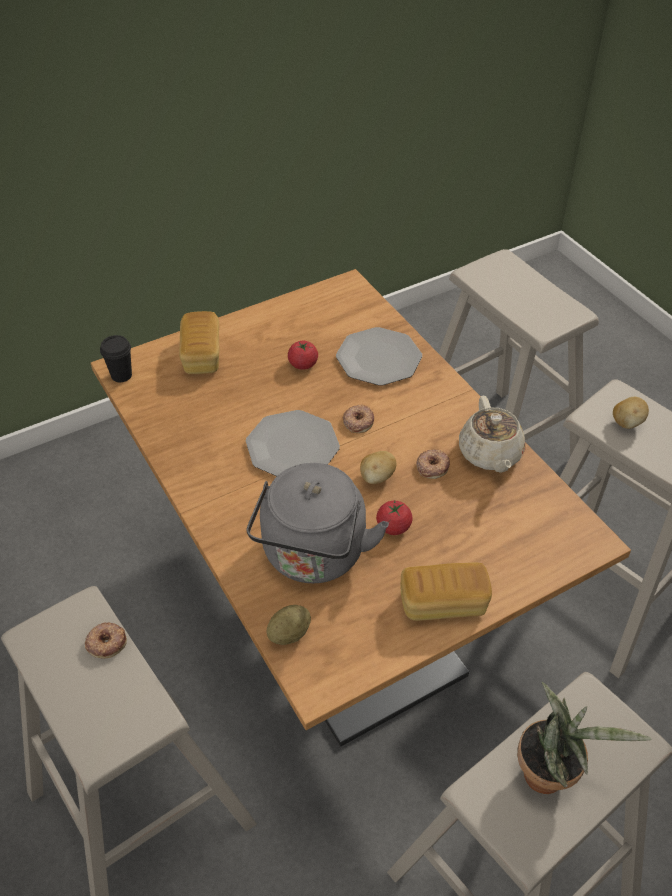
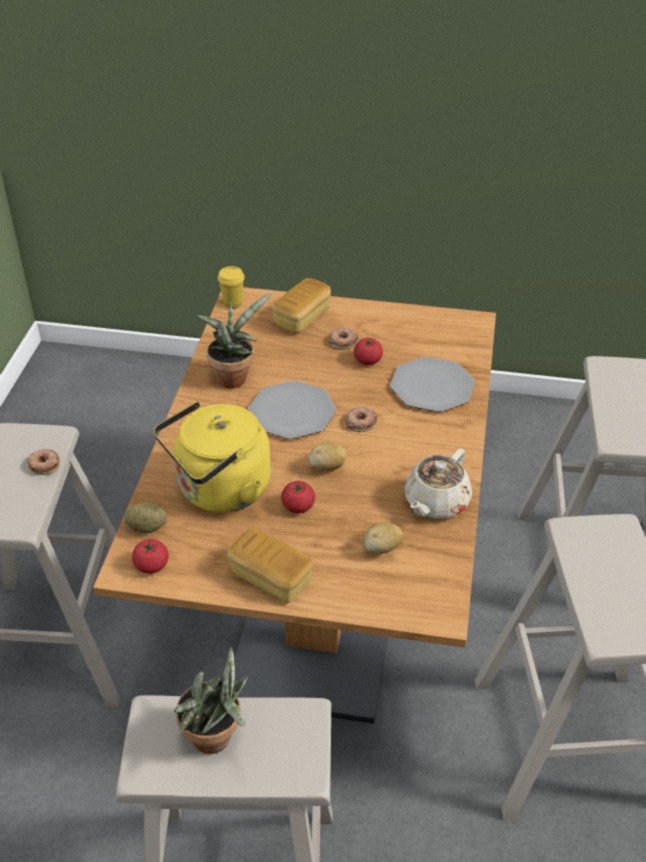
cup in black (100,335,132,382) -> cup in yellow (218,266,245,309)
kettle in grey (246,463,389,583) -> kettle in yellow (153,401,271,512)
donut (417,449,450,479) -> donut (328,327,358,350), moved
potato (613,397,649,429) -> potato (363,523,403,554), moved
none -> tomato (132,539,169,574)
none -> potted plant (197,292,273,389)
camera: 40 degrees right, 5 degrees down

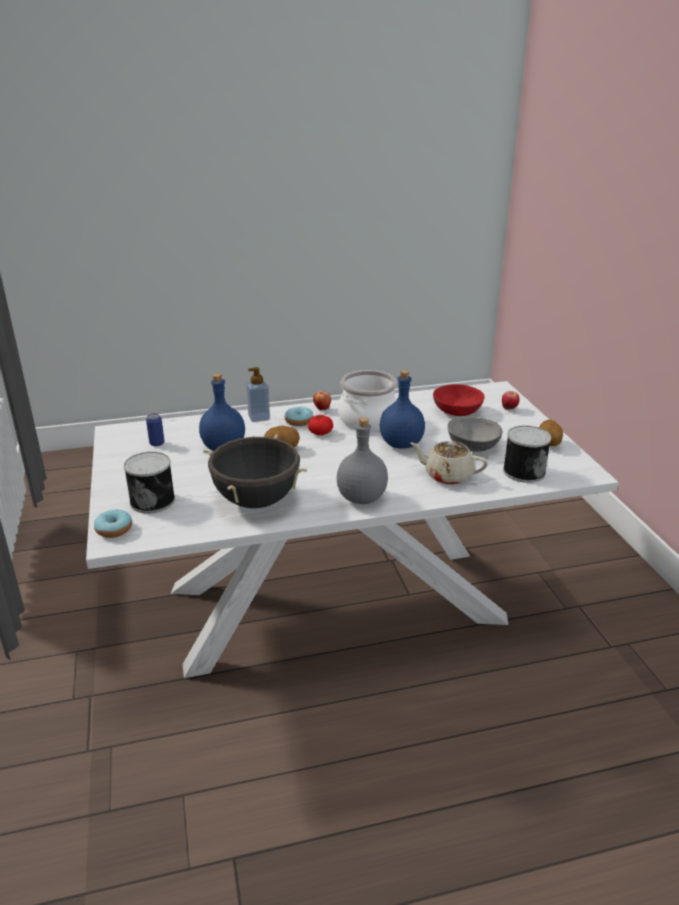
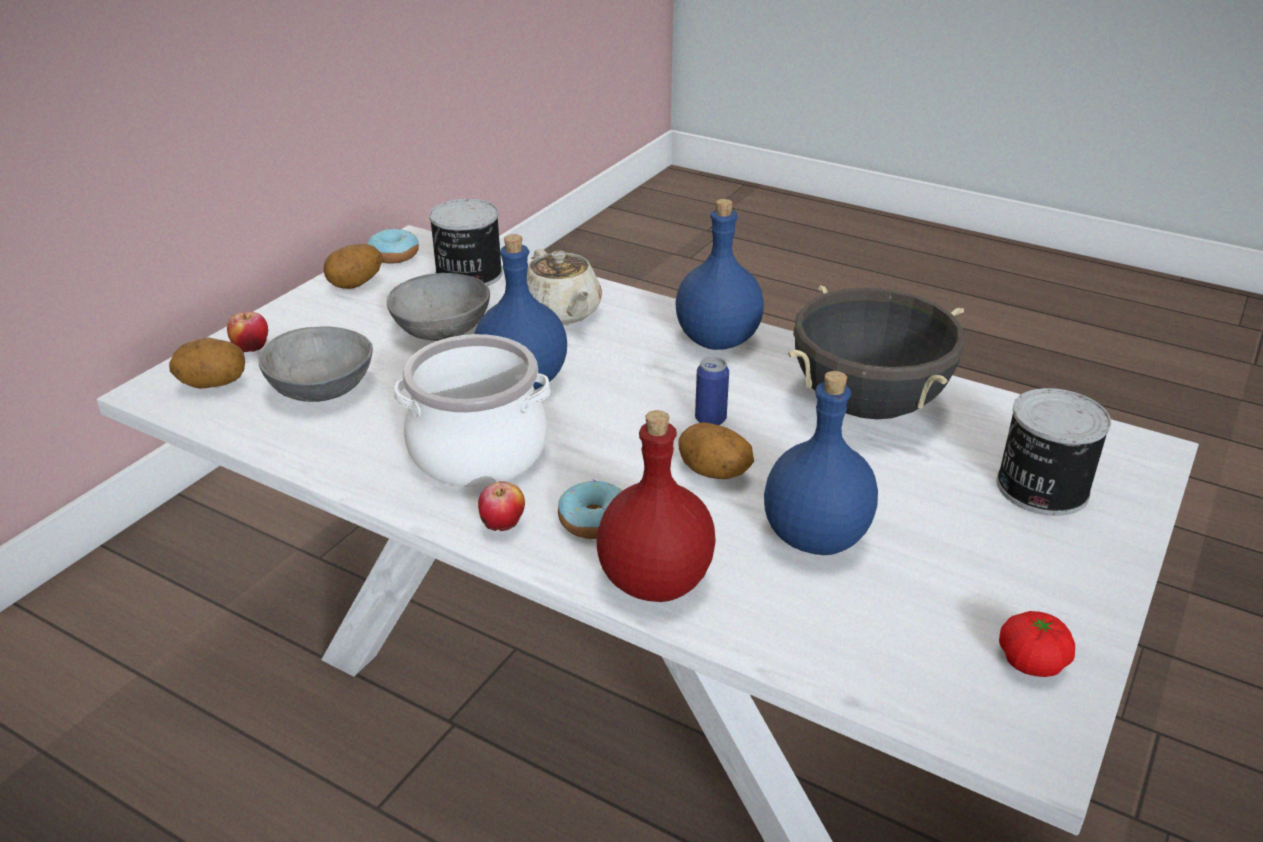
donut (94,510,132,538) -> donut (367,228,419,264), moved
can (146,413,164,447) -> can (695,357,729,425), moved
soap dispenser (246,367,270,422) -> bottle in red (597,410,716,602)
tomato (308,415,333,435) -> tomato (999,611,1075,677), moved
bottle in grey (337,417,388,504) -> bottle in blue (675,199,764,350)
bowl in red (433,384,485,416) -> bowl in grey (258,326,373,402)
none -> potato (169,337,245,389)
camera: 135 degrees left, 5 degrees up

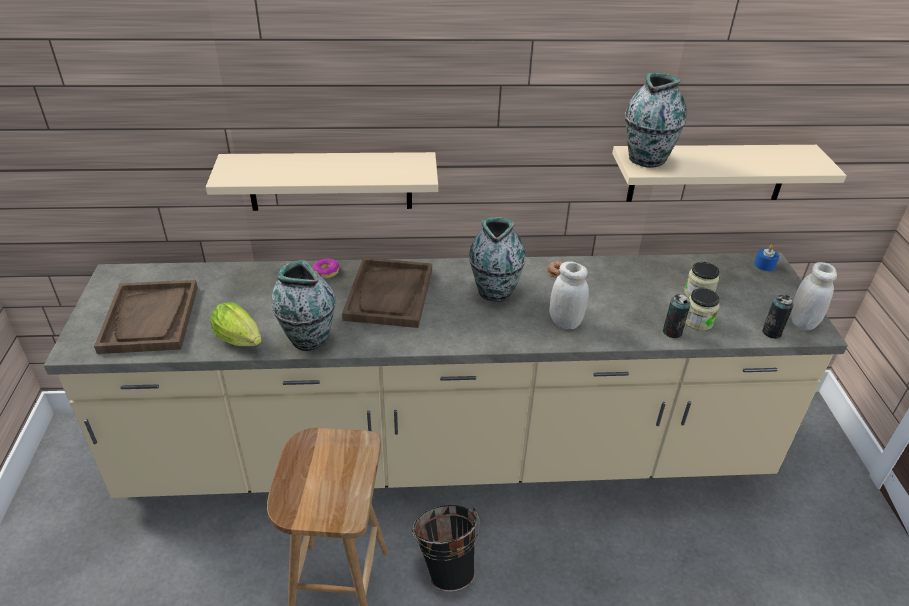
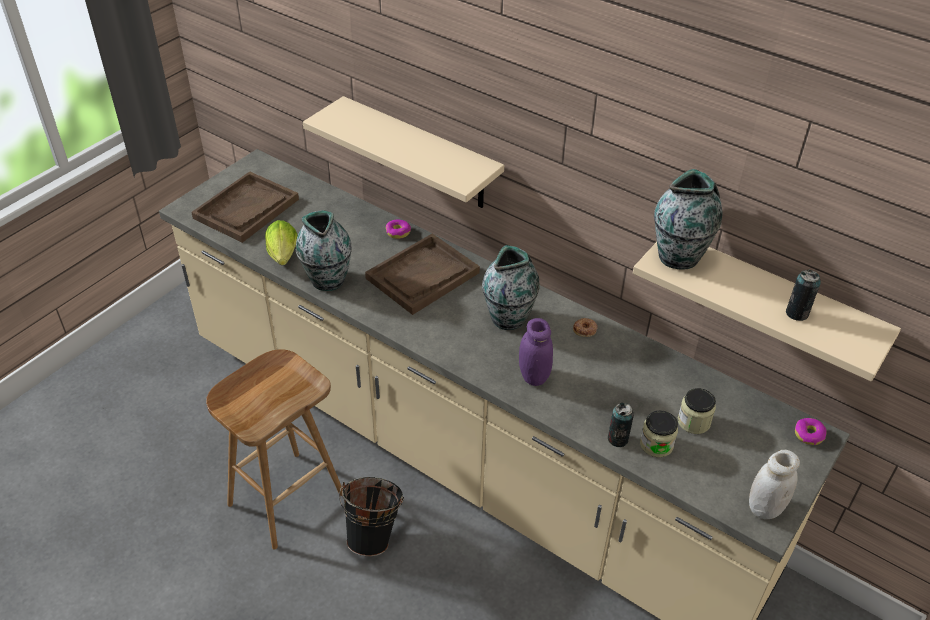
jar in white (550,261,589,329) -> jar in purple (519,318,553,386)
candle in blue (754,245,779,271) -> donut (795,418,827,445)
can (762,295,793,339) -> can (786,270,821,321), moved
camera: 40 degrees right, 5 degrees up

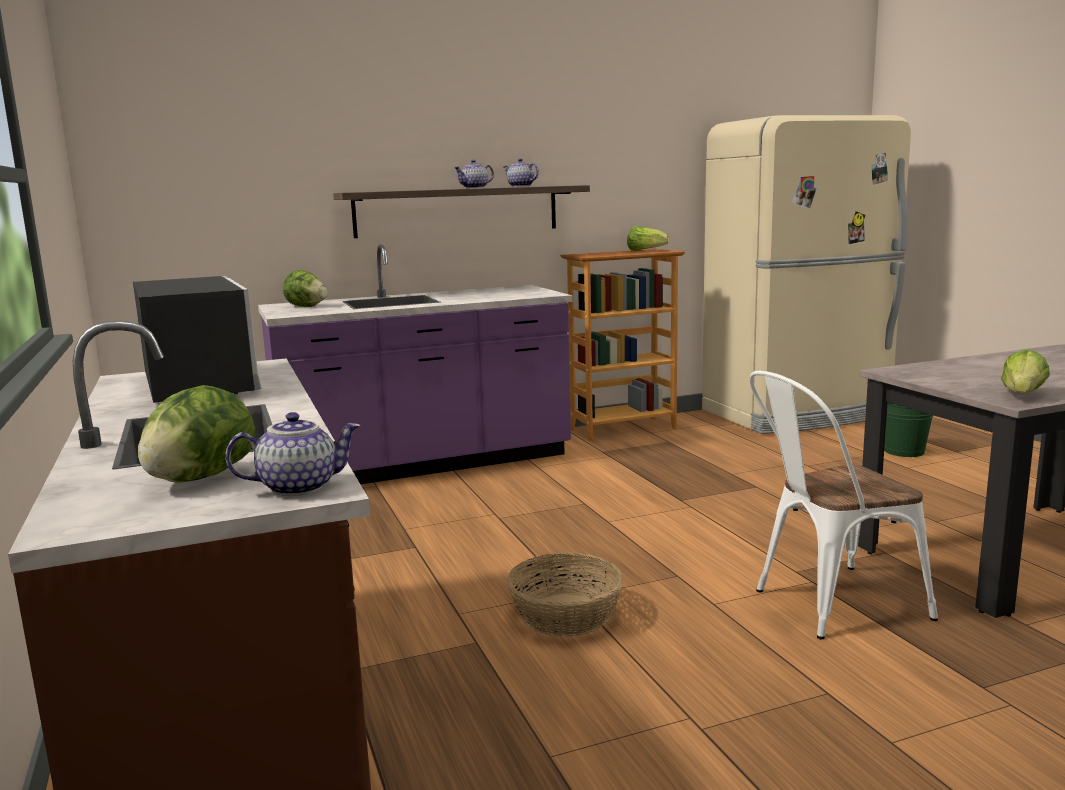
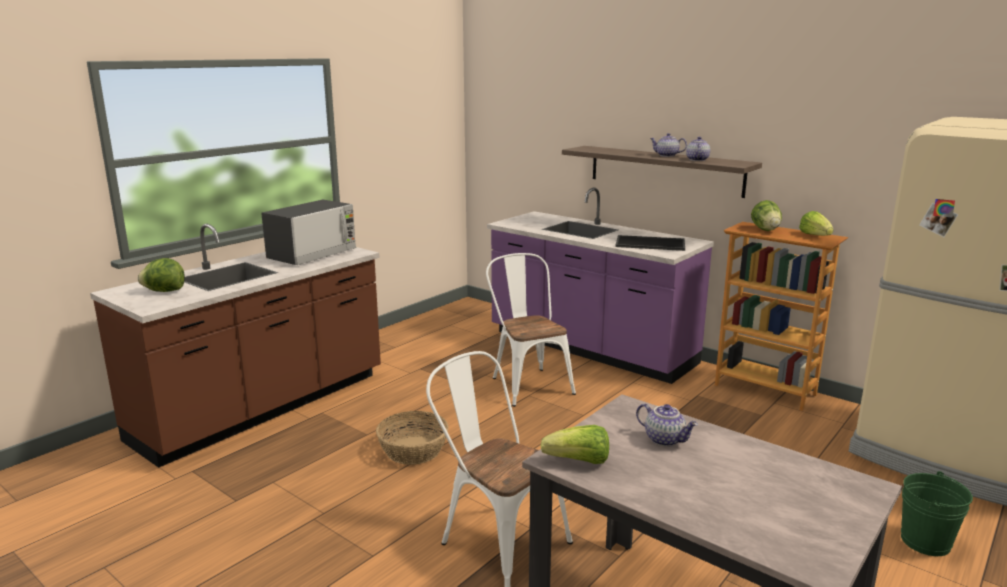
teapot (225,412,361,496) -> teapot (636,403,698,447), moved
lettuce (283,270,327,307) -> lettuce (751,200,782,231), moved
none -> chair in white (486,253,576,407)
none -> tray (615,235,685,251)
camera: 60 degrees right, 5 degrees up

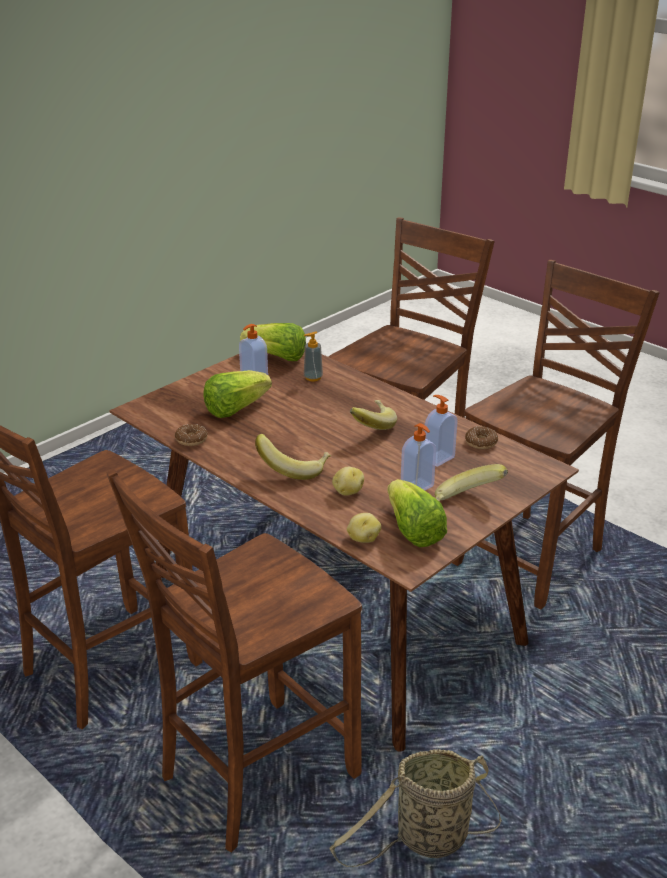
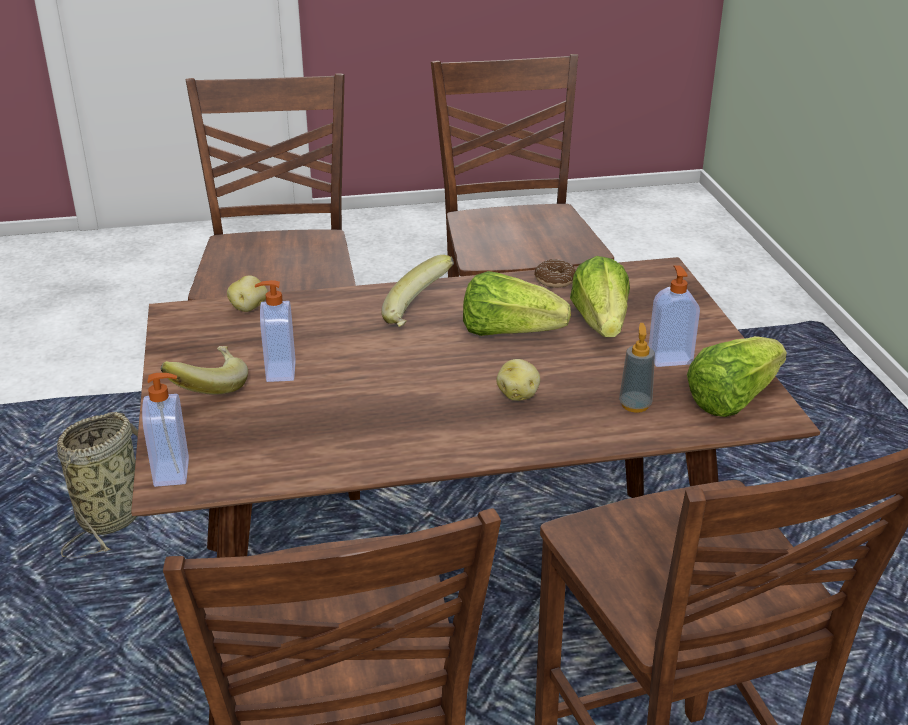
potato (332,467,364,496) -> potato (496,359,540,401), moved
banana (350,400,397,430) -> none
lettuce (388,479,447,547) -> lettuce (463,271,571,336), moved
soap dispenser (424,395,458,467) -> soap dispenser (142,373,189,487), moved
donut (465,426,498,449) -> none
camera: 125 degrees right, 0 degrees up

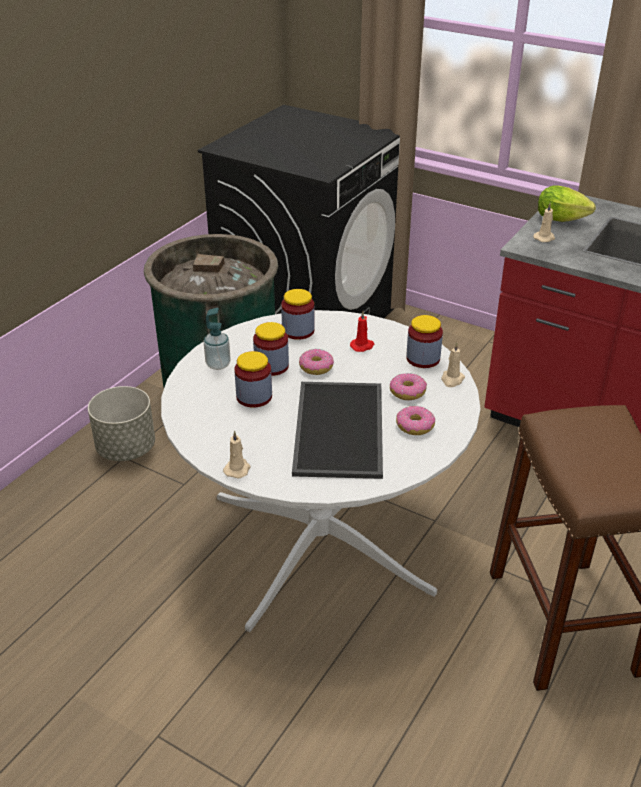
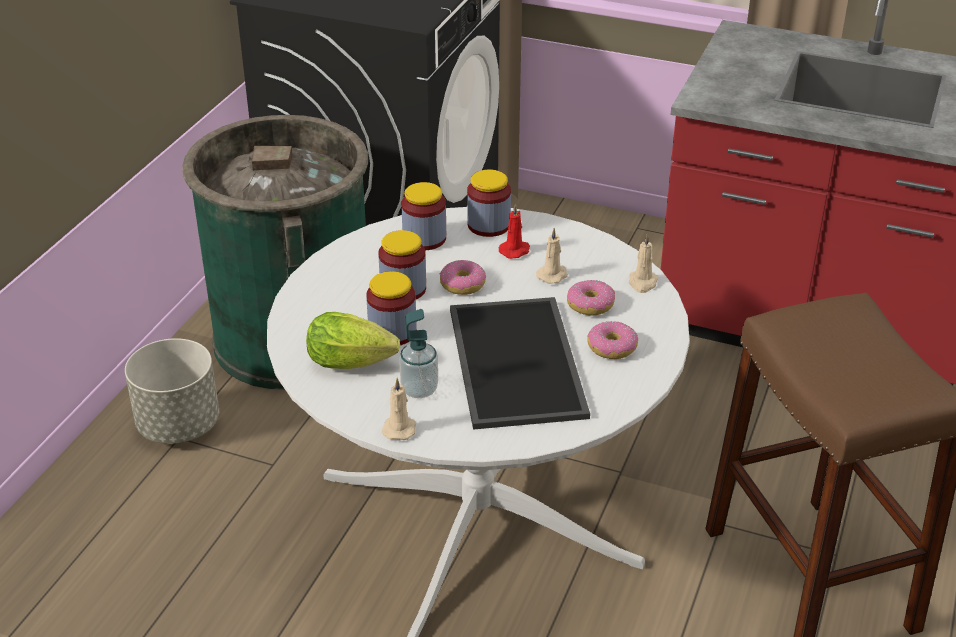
soap dispenser (204,308,231,370) -> soap dispenser (399,309,438,398), moved
jar (406,315,443,368) -> jar (467,169,511,237), moved
candle in beige (533,203,555,242) -> candle in beige (536,228,568,284), moved
lettuce (538,185,596,222) -> lettuce (306,312,400,369), moved
camera: 10 degrees left, 0 degrees up

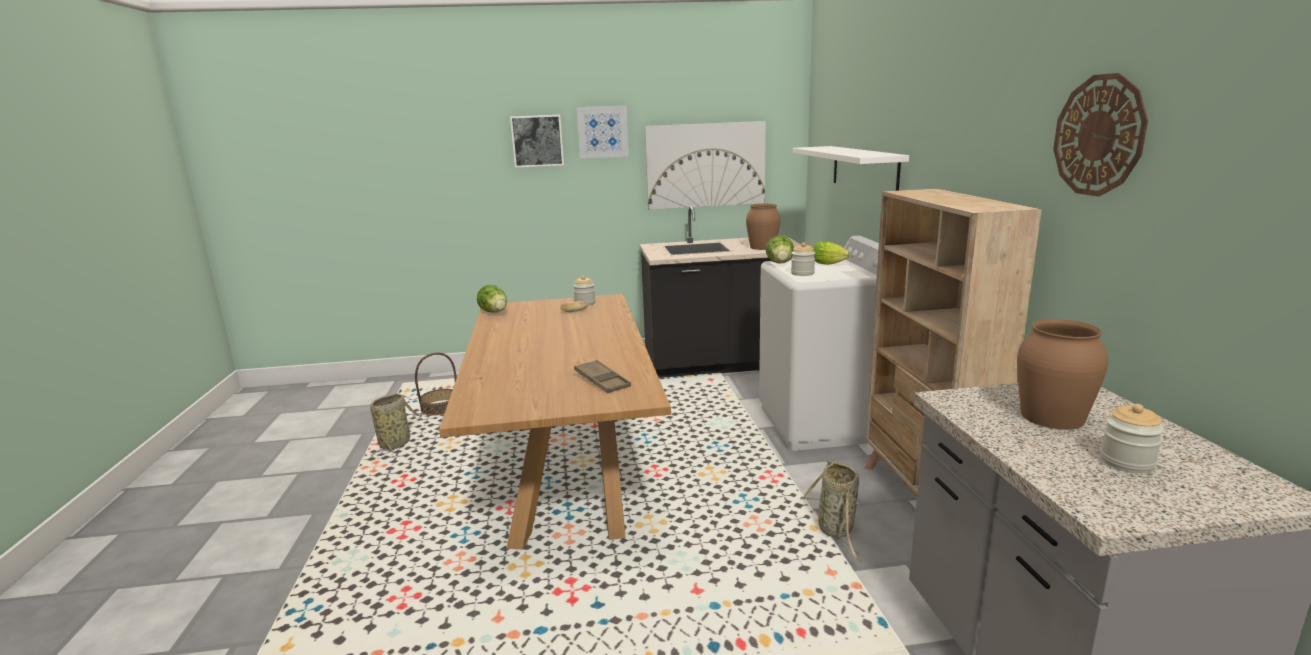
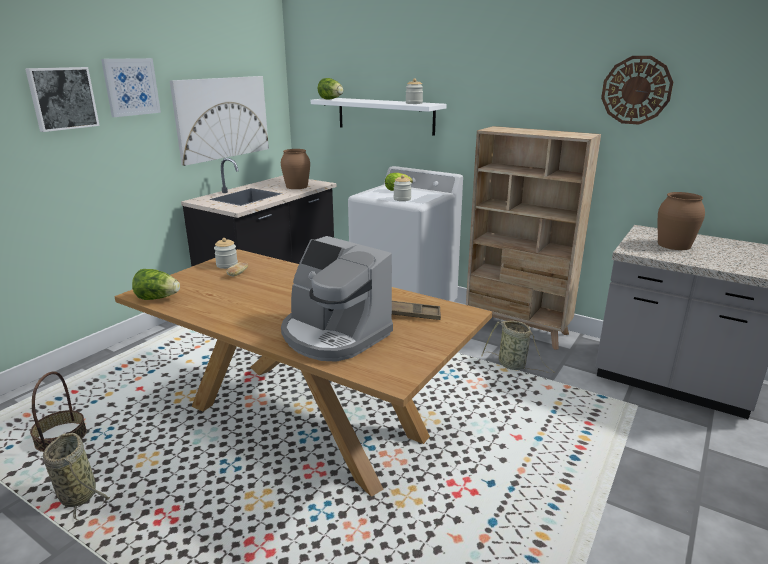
lettuce (766,235,794,264) -> lettuce (318,78,343,100), moved
jar (1100,404,1164,473) -> jar (406,79,423,104), moved
none -> coffee machine (281,236,393,362)
camera: 50 degrees left, 5 degrees up

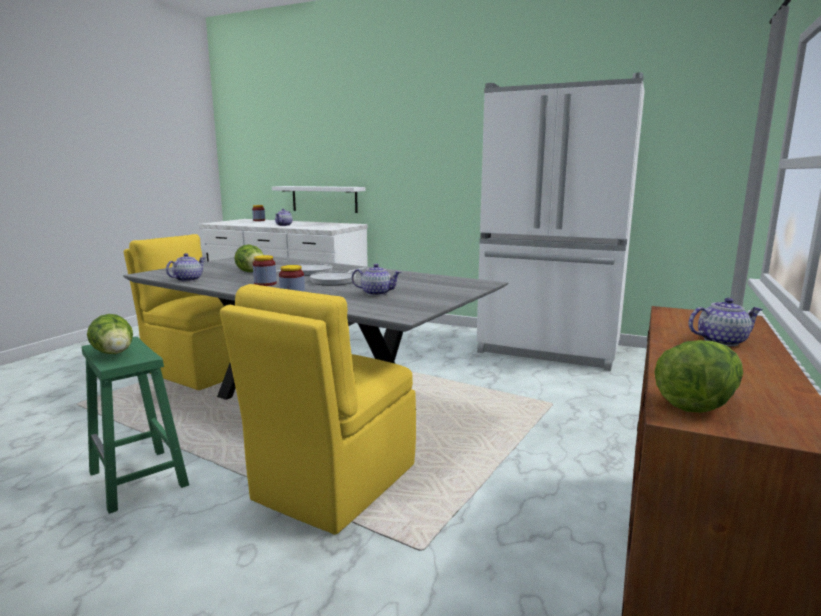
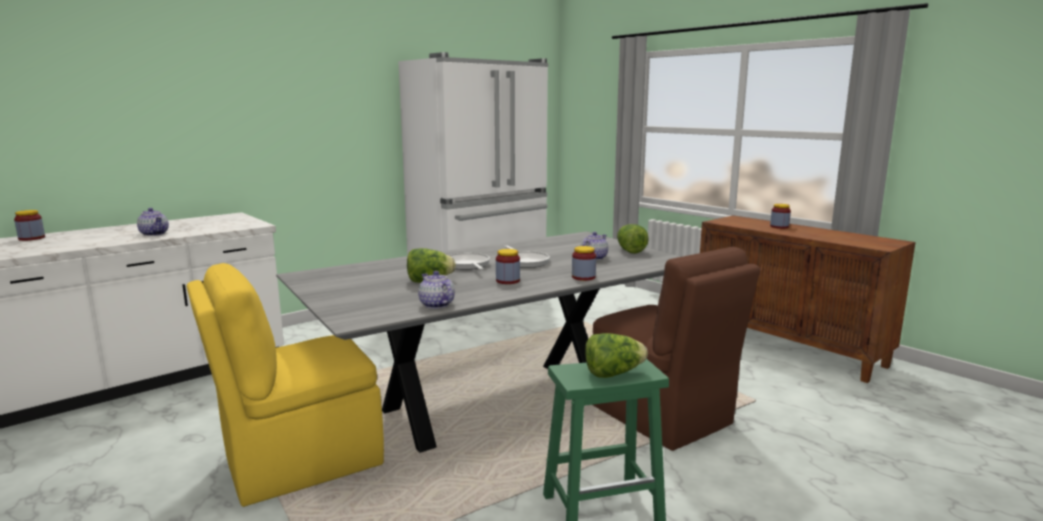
chair in yellow (220,284,416,535) -> chair in brown (593,247,760,451)
shelf in white (272,186,365,213) -> none
lettuce (654,340,743,413) -> lettuce (617,224,649,254), moved
teapot (688,298,763,346) -> jar (770,204,791,229)
camera: 65 degrees left, 0 degrees up

